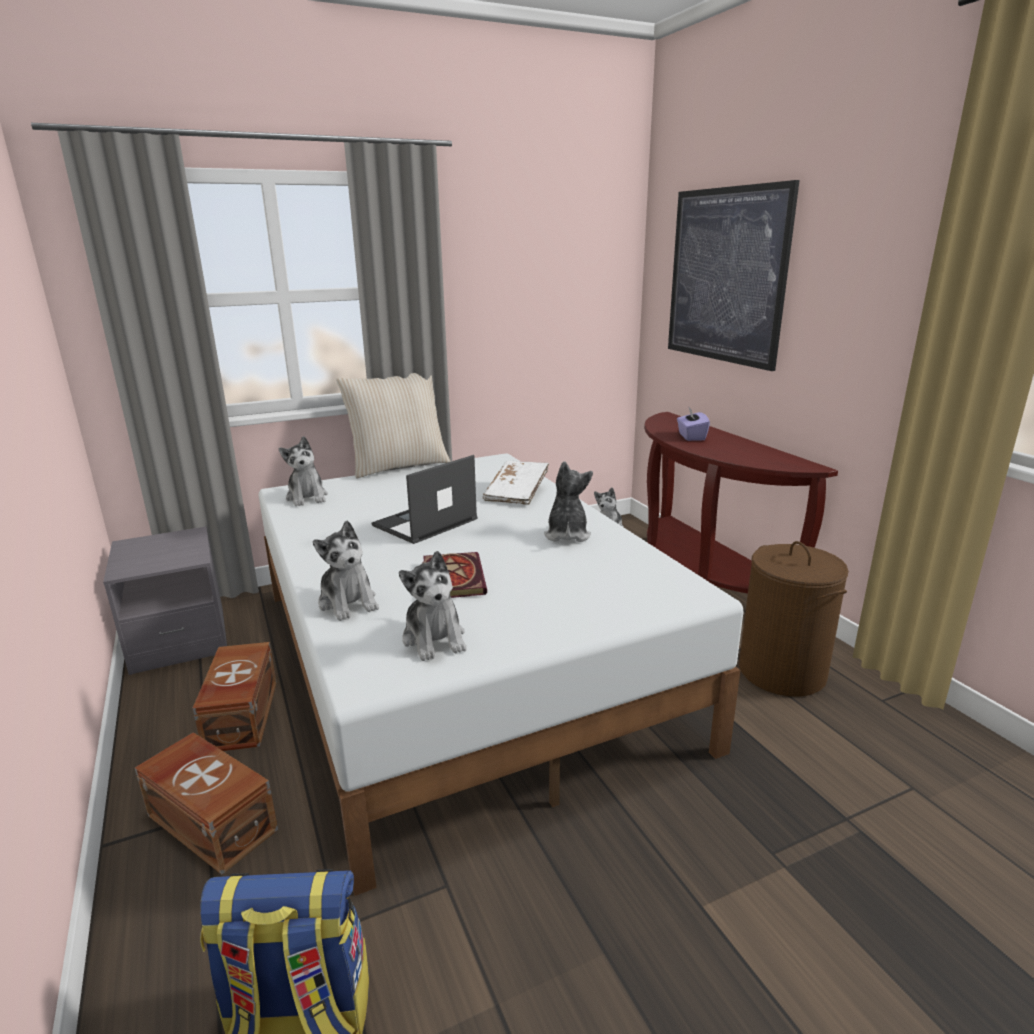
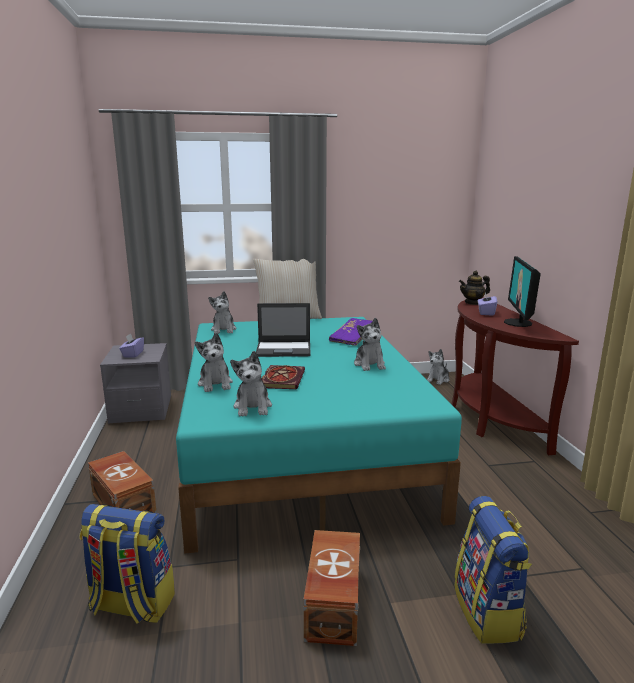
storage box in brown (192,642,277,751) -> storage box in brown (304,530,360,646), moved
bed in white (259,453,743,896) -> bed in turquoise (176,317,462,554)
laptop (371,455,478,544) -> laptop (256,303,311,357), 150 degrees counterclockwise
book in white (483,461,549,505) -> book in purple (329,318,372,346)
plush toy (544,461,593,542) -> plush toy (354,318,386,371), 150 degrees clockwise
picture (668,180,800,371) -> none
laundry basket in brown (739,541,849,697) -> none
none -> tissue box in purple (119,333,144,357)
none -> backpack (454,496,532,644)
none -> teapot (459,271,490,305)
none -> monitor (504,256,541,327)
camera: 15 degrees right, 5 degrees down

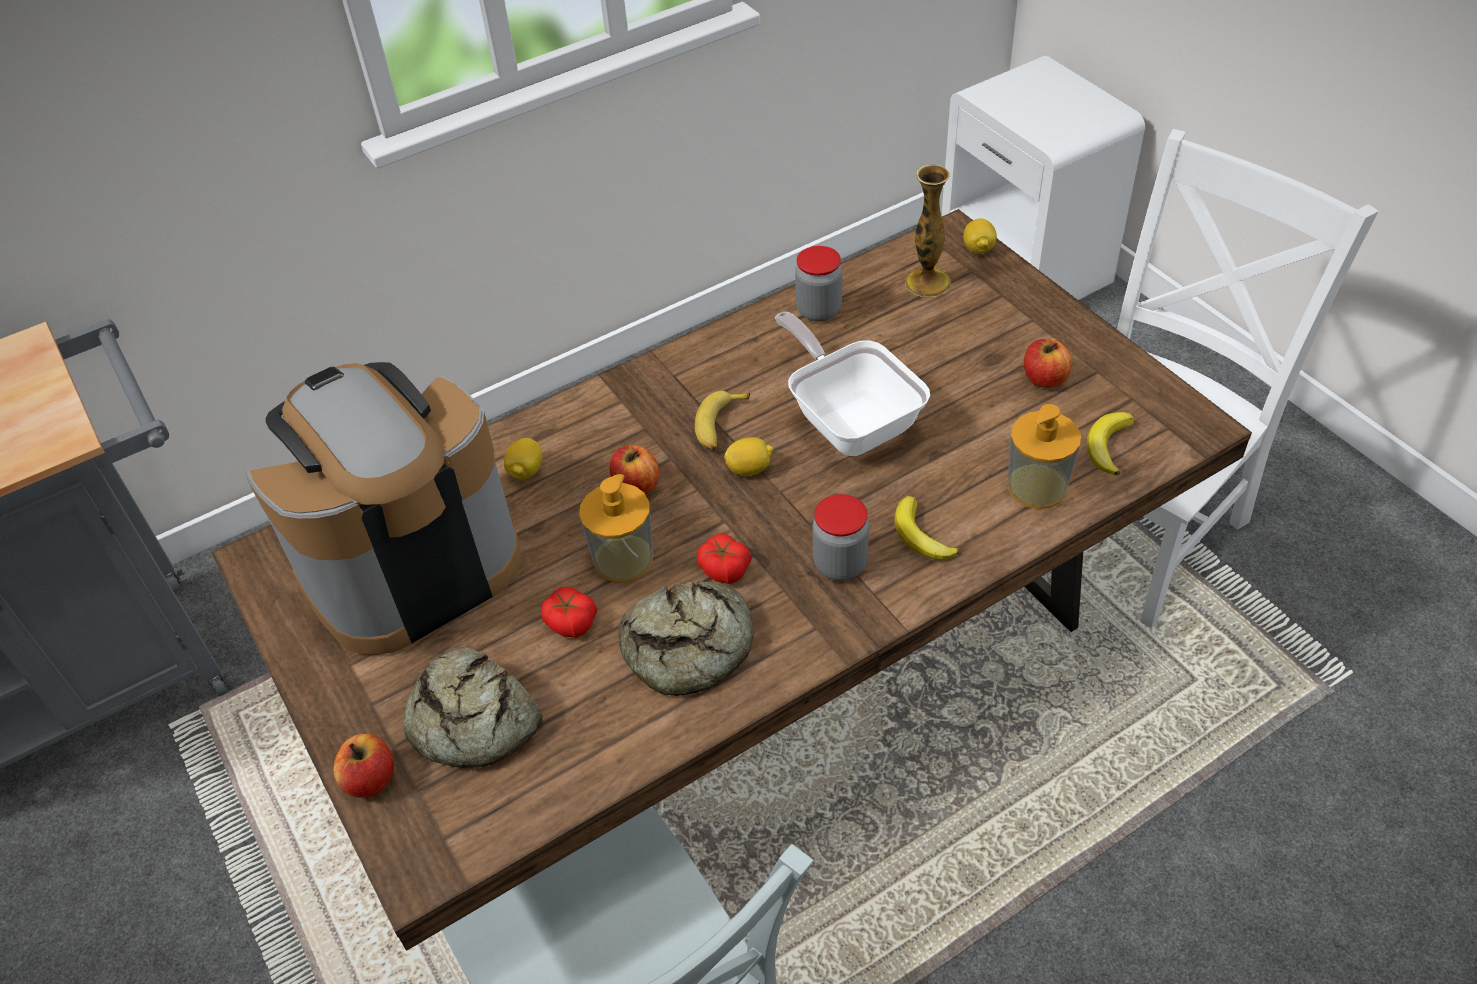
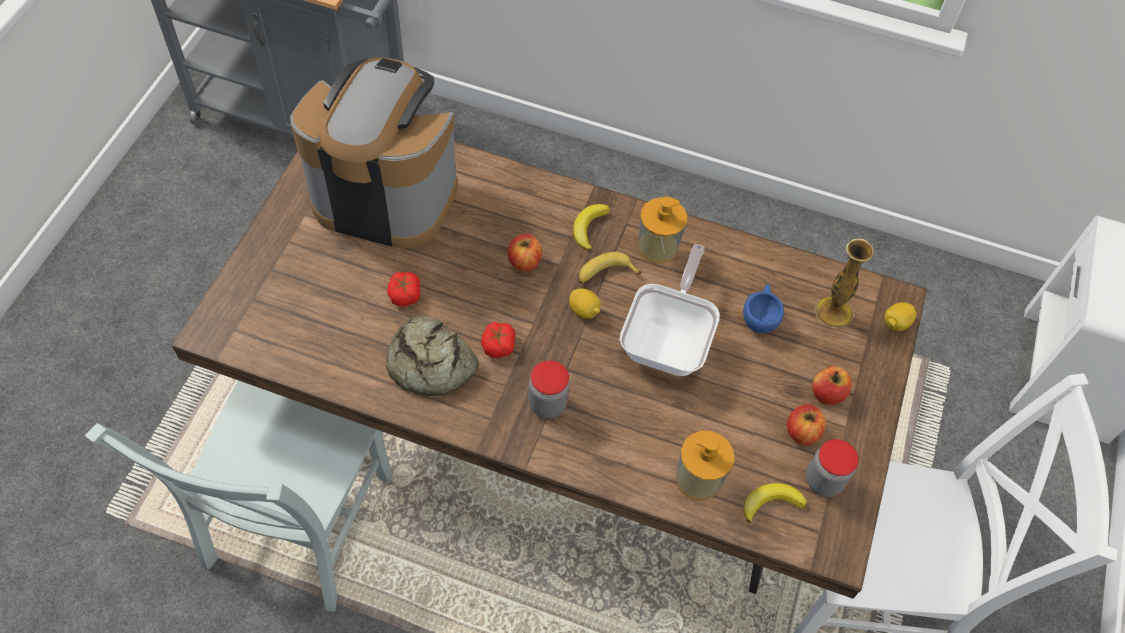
apple (334,734,394,798) -> apple (812,366,852,405), moved
bread (403,647,543,768) -> none
lemon (504,438,542,480) -> none
soap dispenser (579,474,653,583) -> soap dispenser (638,197,687,263), moved
jar (795,246,842,322) -> jar (806,439,858,497), moved
banana (894,496,959,560) -> banana (573,204,610,251), moved
none -> cup in blue (743,284,784,333)
camera: 45 degrees right, 10 degrees up

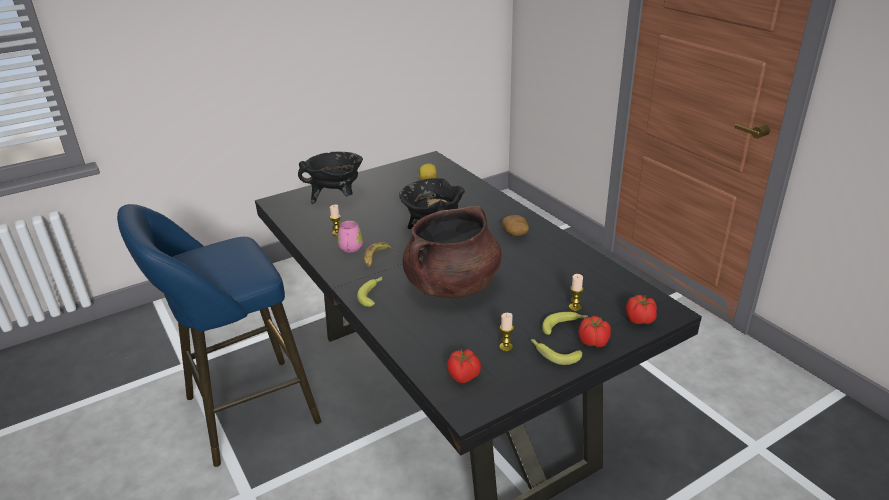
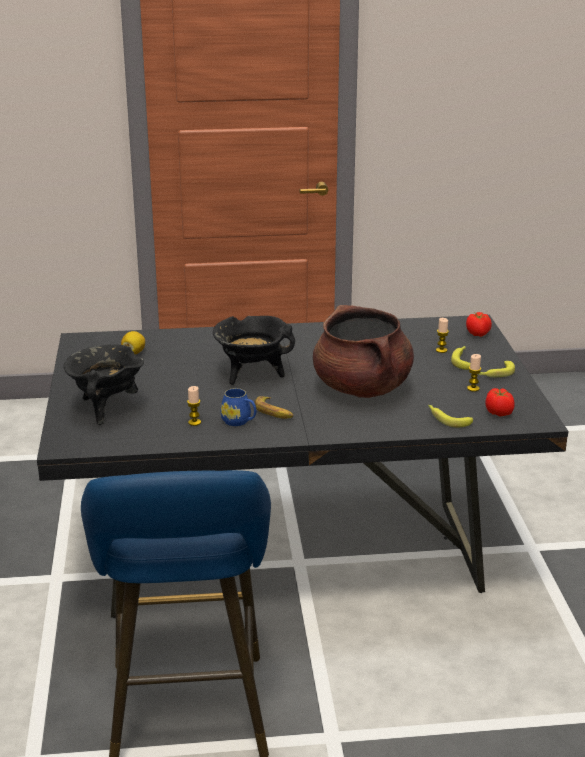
mug in pink (337,221,363,252) -> mug in blue (221,388,256,426)
banana (357,277,382,307) -> banana (428,405,473,427), moved
potato (502,215,529,236) -> none
tomato (579,316,611,347) -> none
camera: 65 degrees left, 5 degrees down

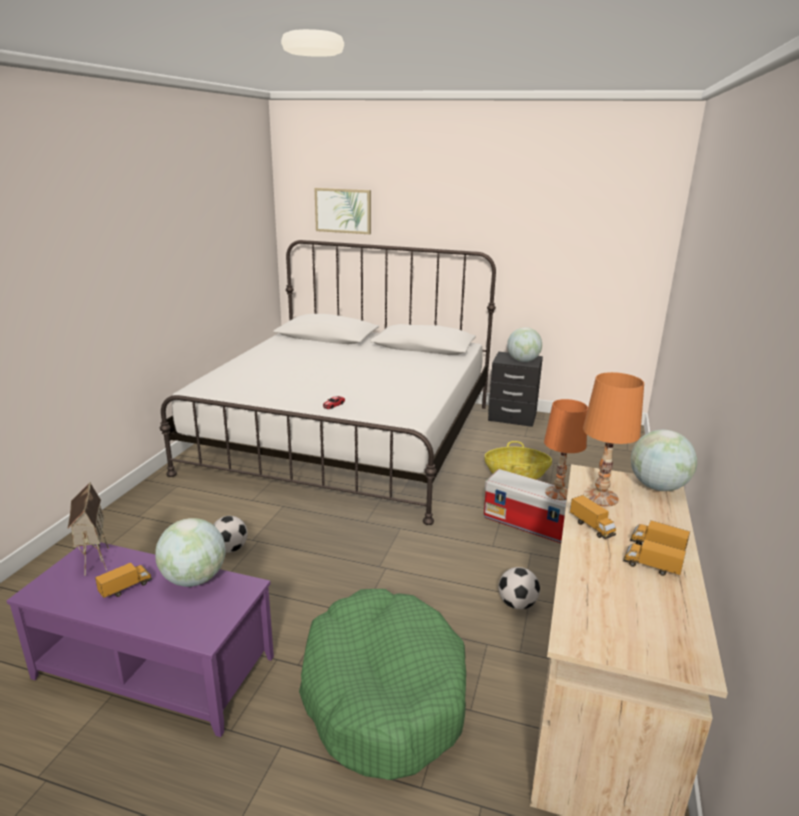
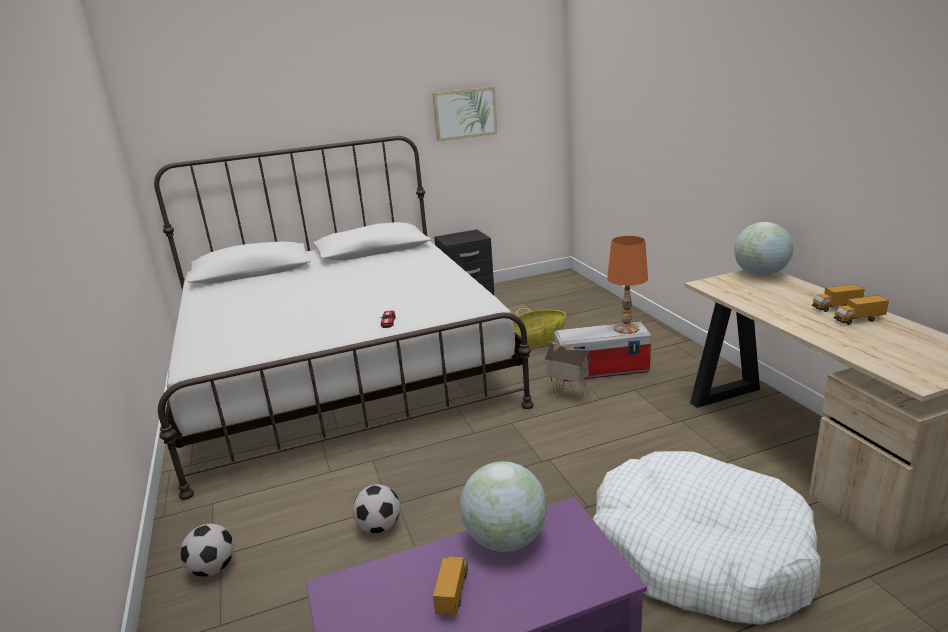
toy house (68,482,109,576) -> toy house (544,341,592,403), moved
dog bed in green (299,589,466,780) -> dog bed in white (593,451,821,625)
picture (315,188,371,234) -> picture (433,87,497,141), moved
football (498,567,540,609) -> football (180,523,234,577), moved
globe (507,327,542,362) -> none
toy truck (570,495,616,539) -> none
table lamp in orange (583,372,644,507) -> none
camera: 35 degrees left, 0 degrees up

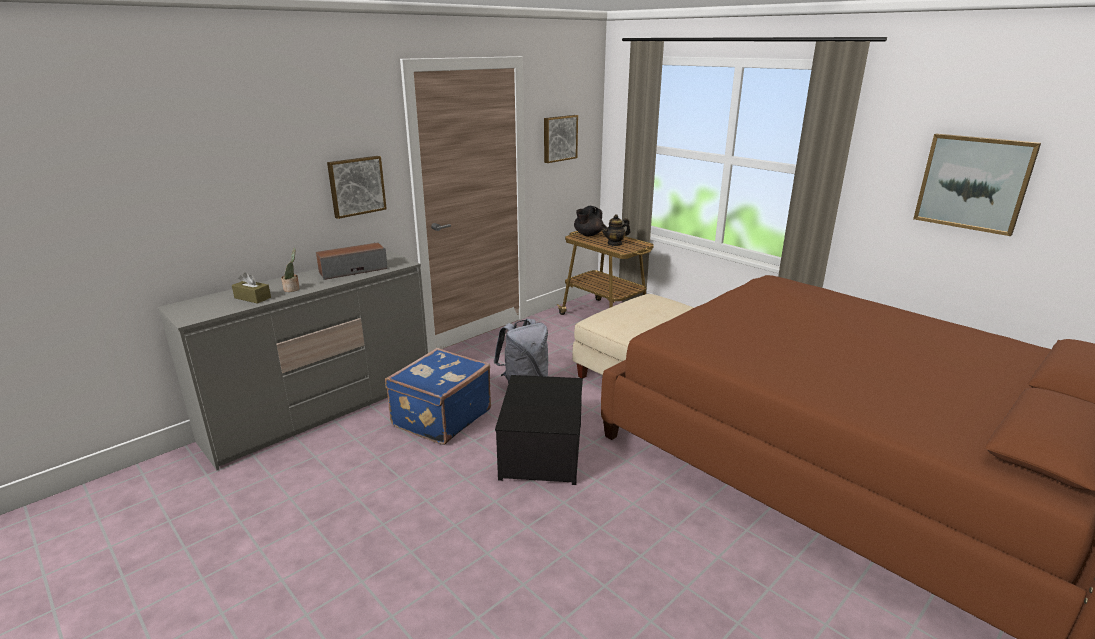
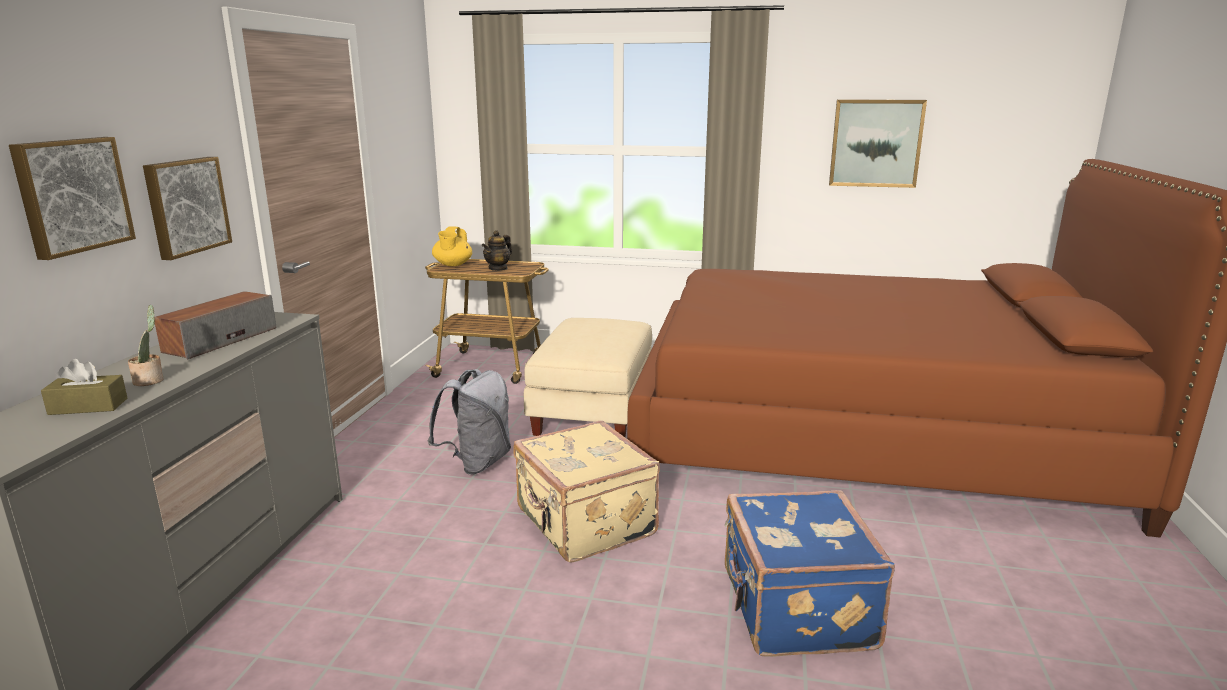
suitcase in blue (385,348,491,445) -> suitcase in blue (725,490,895,657), moved
storage box (495,375,583,485) -> suitcase in beige (513,420,660,563)
picture (544,115,578,163) -> picture (9,137,136,260), moved
teapot in black (574,206,604,236) -> teapot in yellow (432,226,472,266)
camera: 35 degrees left, 5 degrees down

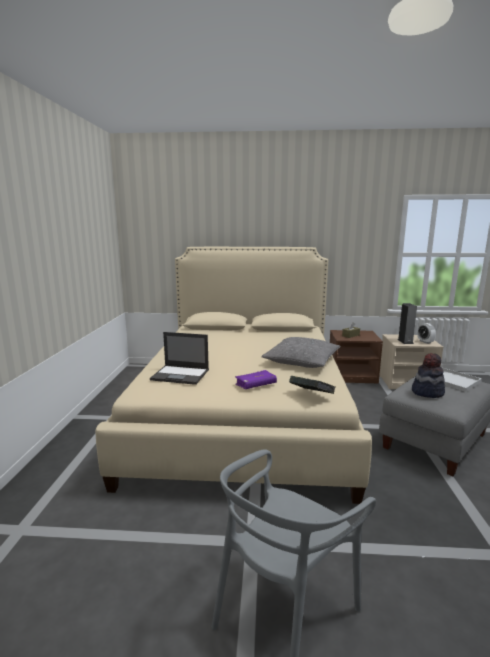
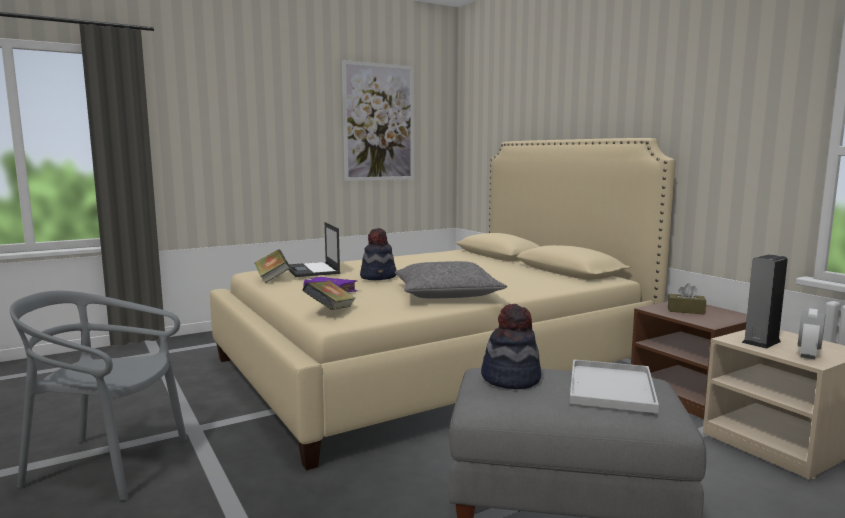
none -> book (255,249,291,283)
none -> picture (342,60,414,181)
none -> hat (360,228,396,280)
camera: 55 degrees right, 5 degrees down

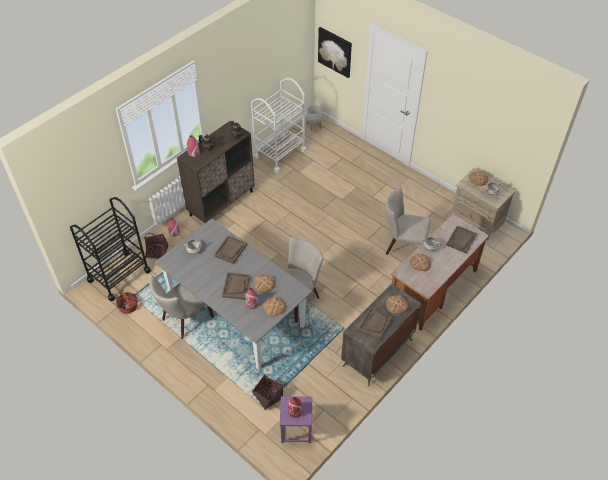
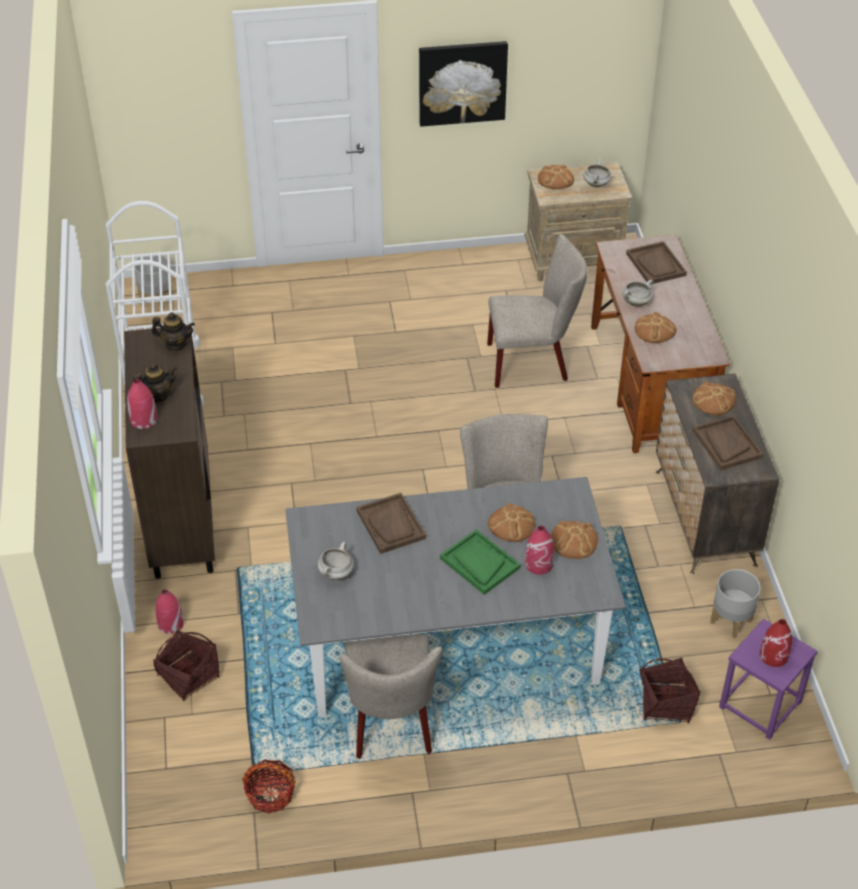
cart in black (70,197,151,301) -> none
tray in brown (222,272,250,300) -> tray in green (440,529,521,595)
picture (318,27,352,78) -> picture (419,41,508,127), moved
chair in beige (386,186,431,255) -> chair in beige (487,234,587,388), 150 degrees counterclockwise
none -> planter in grey (710,569,761,638)
camera: 50 degrees left, 5 degrees down

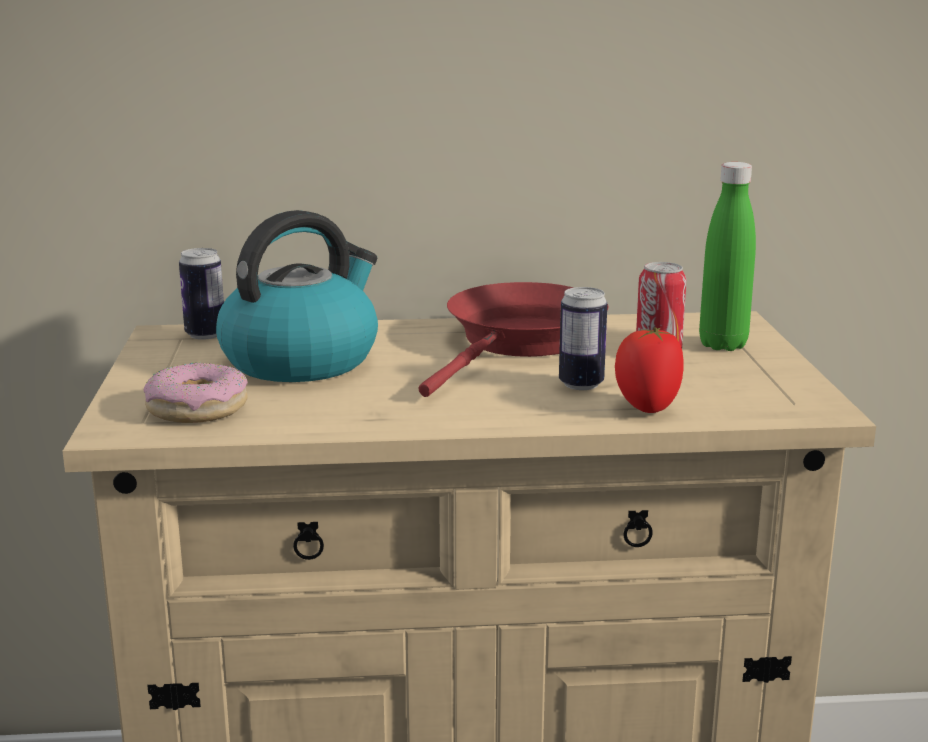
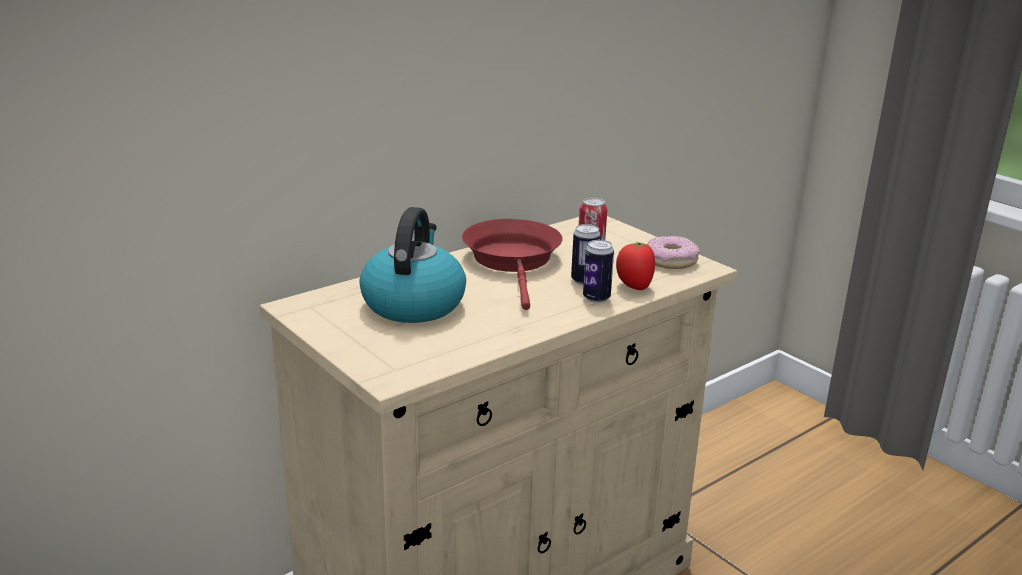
donut (144,363,248,423) -> donut (648,236,700,269), moved
can (179,248,224,340) -> can (583,240,614,303), moved
bottle in green (699,162,756,351) -> none
camera: 35 degrees left, 5 degrees up

